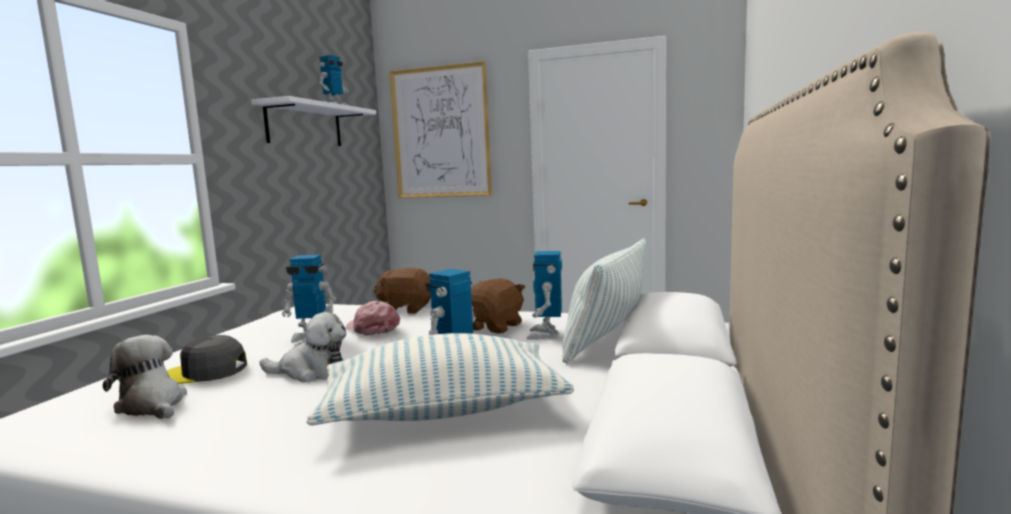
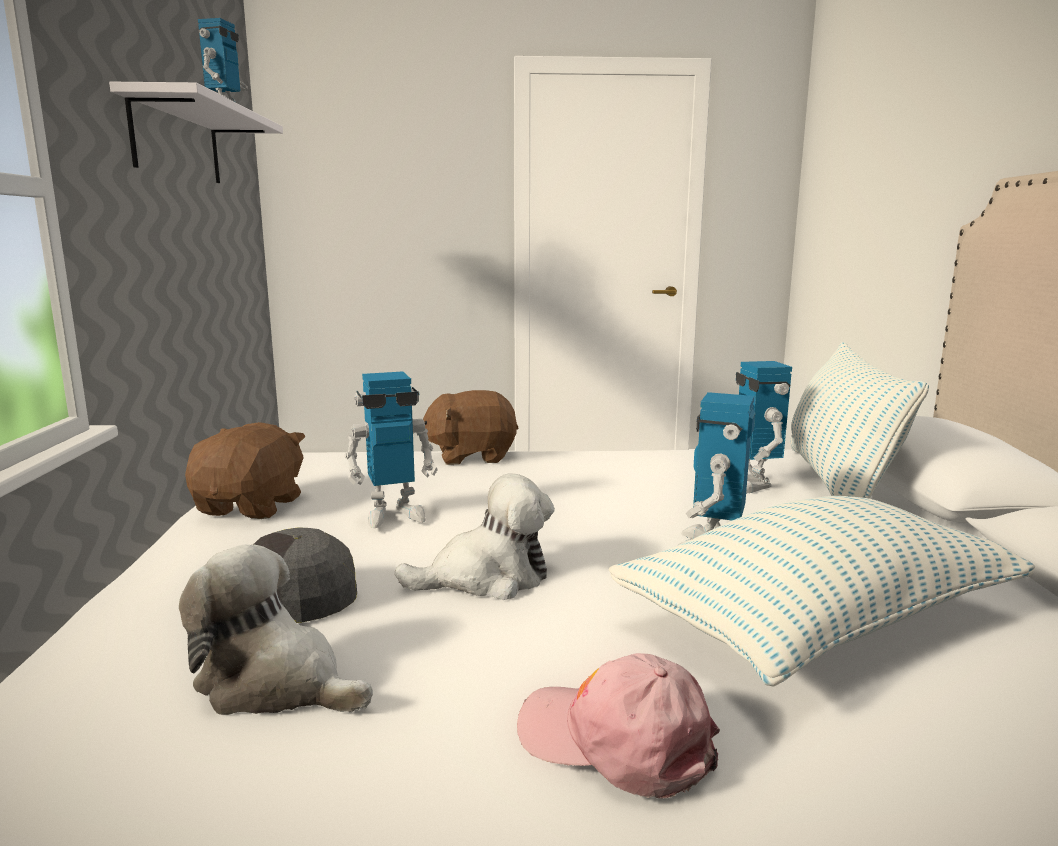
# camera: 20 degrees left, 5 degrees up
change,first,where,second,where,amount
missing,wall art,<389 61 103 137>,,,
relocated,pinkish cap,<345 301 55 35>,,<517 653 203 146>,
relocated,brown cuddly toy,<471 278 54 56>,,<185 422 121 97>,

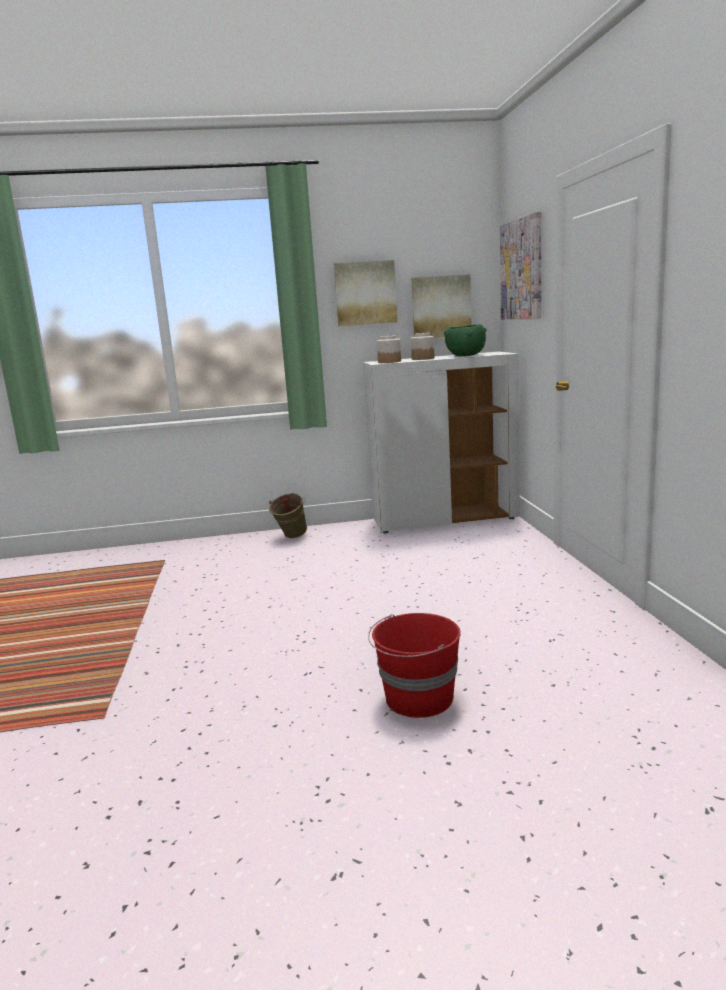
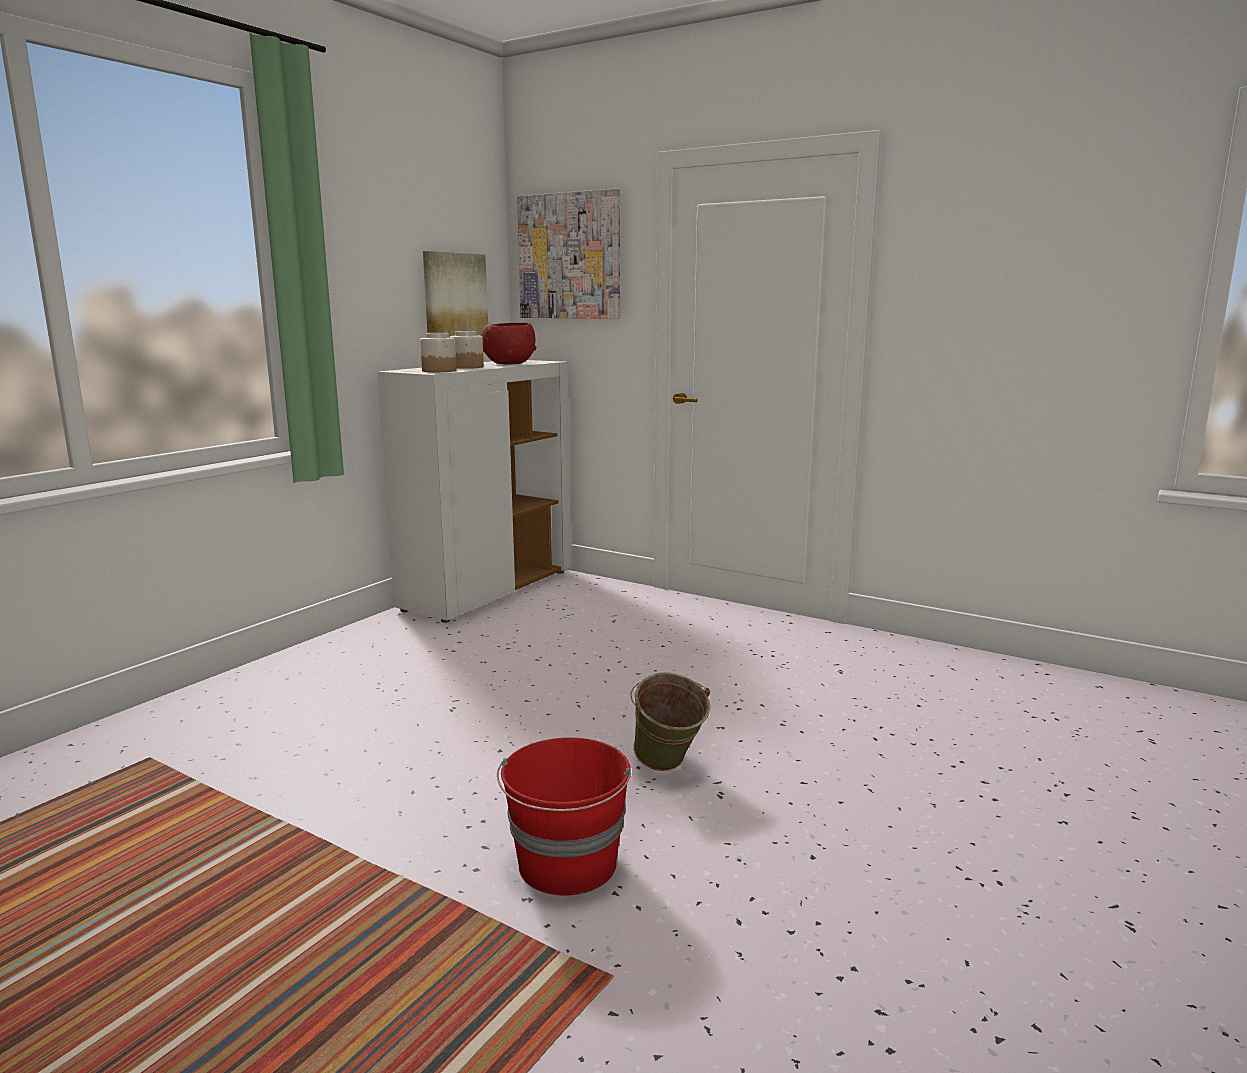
# camera: 50 degrees left, 0 degrees up
change,first,where,second,where,amount
missing,wall art,<334 260 63 66>,,,
relocated,greenish water bucket,<269 493 38 45>,,<630 672 81 99>,
relocated,red-coloured water bucket,<368 613 93 105>,,<497 737 134 158>,
colour,greenish deep dish,<444 324 43 32>,red-coloured deep dish,<481 323 55 41>,

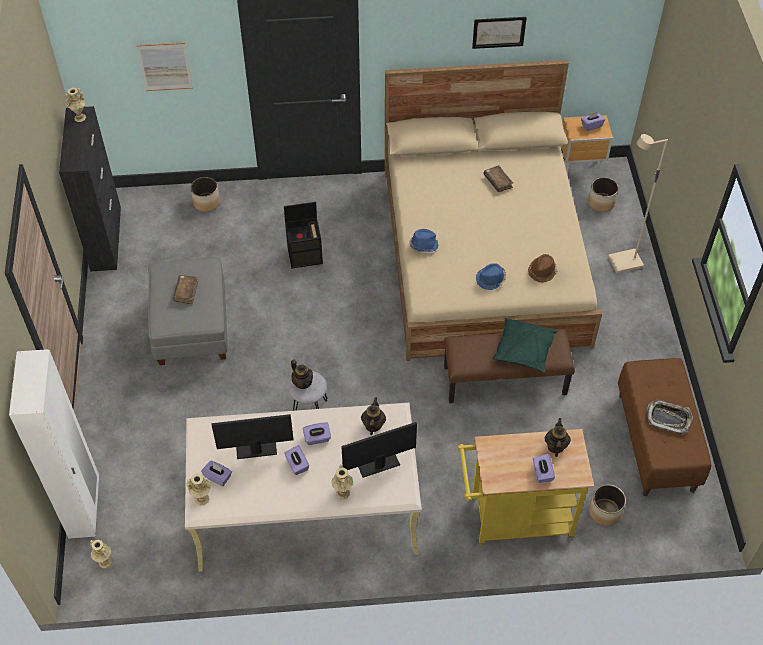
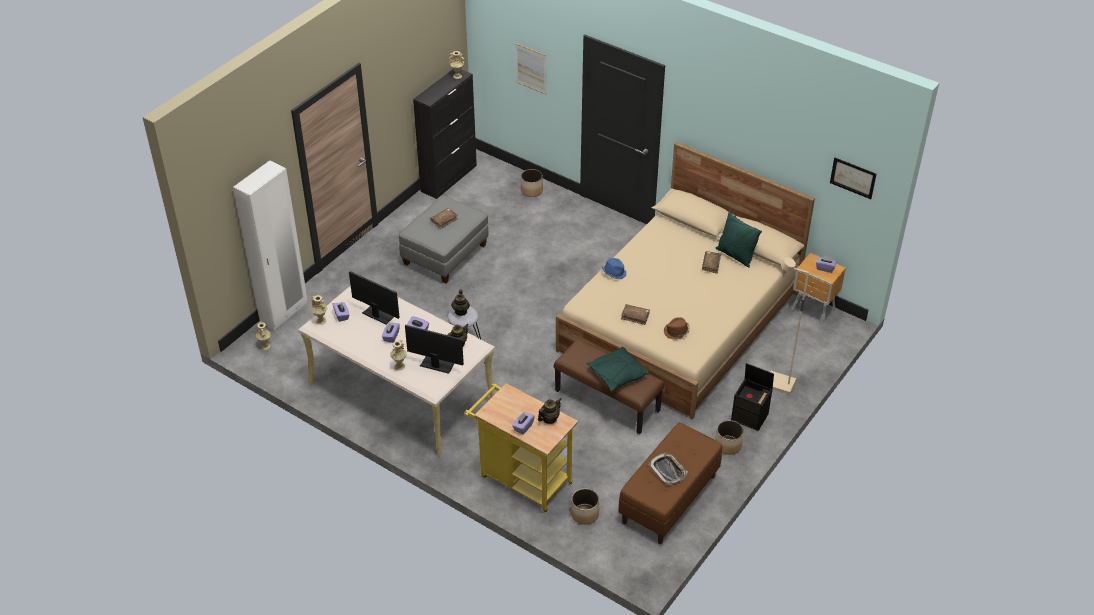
# camera: 40 degrees right, 10 degrees down
change,first,where,second,where,amount
appeared,,,greenish pillow,<716 212 46 56>,
relocated,black-coloured storage container,<284 202 39 66>,,<731 363 43 68>,
relocated,wall art,<472 17 55 32>,,<830 158 46 41>,
relocated,planter,<588 177 30 35>,,<715 420 29 35>,
exchanged,bluish hat,<476 263 30 27>,brown volume,<621 304 29 21>,

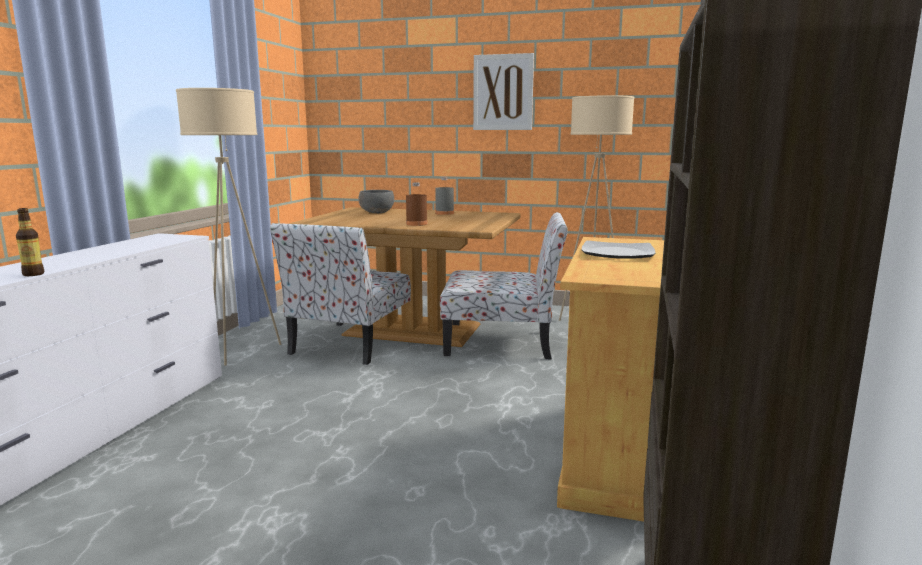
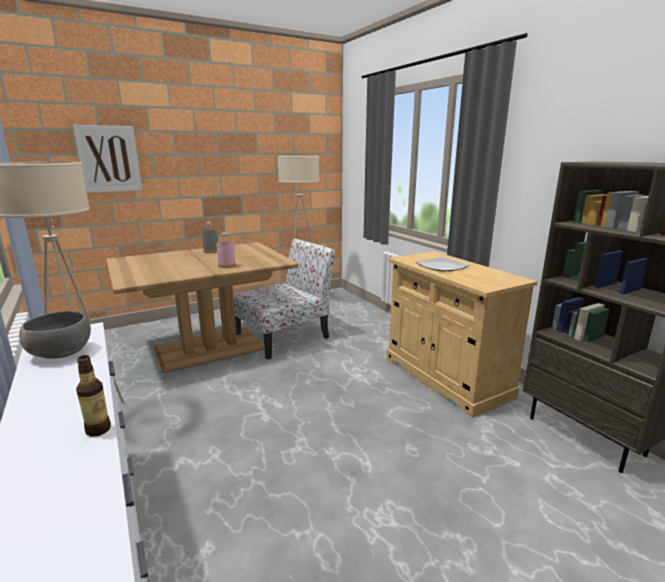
# camera: 45 degrees left, 5 degrees up
change,first,where,second,where,amount
missing,plain chair,<270 223 141 142>,,,
relocated,greyish deep dish,<358 190 36 23>,,<19 311 72 48>,
relocated,wall art,<473 53 61 77>,,<73 125 69 68>,
colour,brown drink bottle,<406 183 22 43>,pinkish drink bottle,<217 233 19 35>,

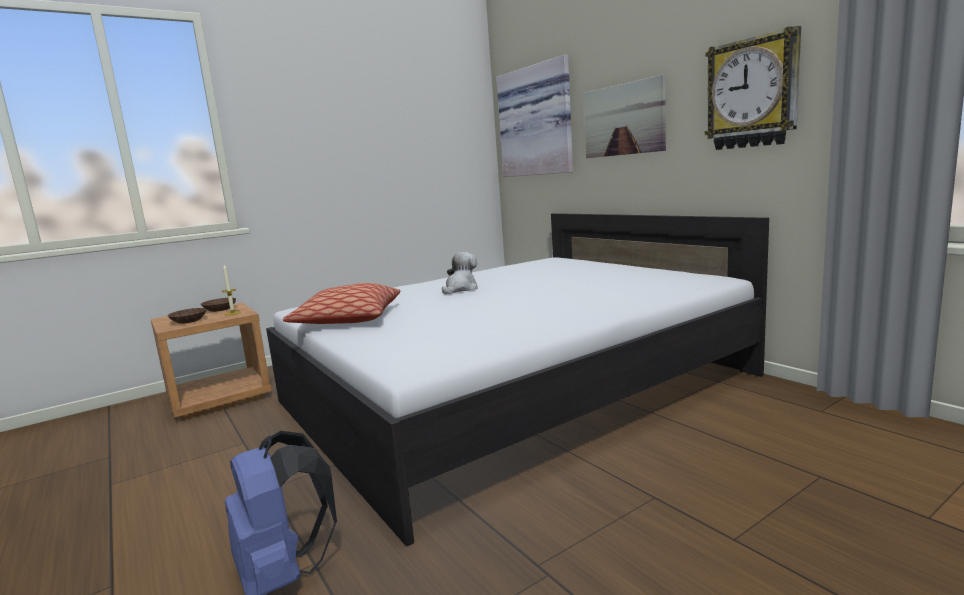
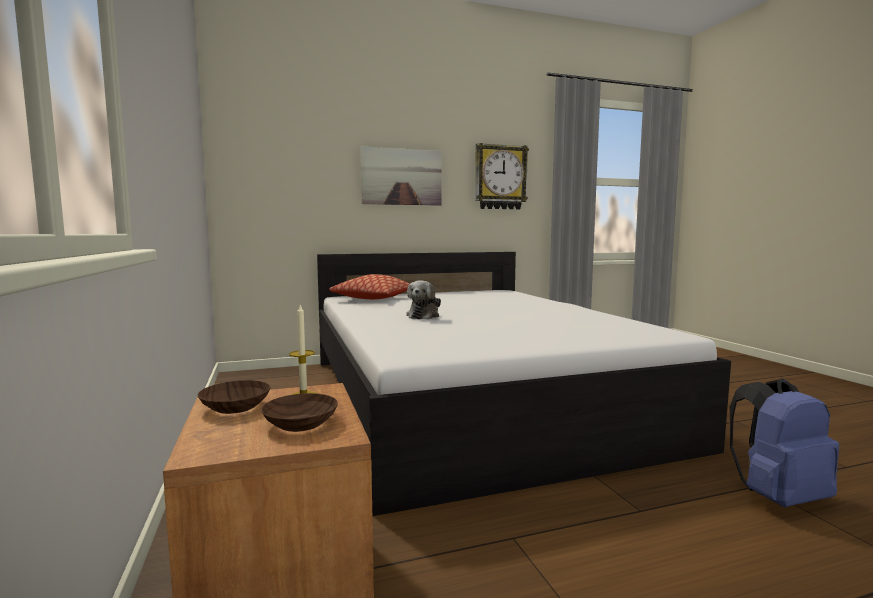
# camera: 75 degrees left, 5 degrees down
change,first,where,second,where,amount
missing,wall art,<497 55 76 122>,,,
relocated,pillow,<283 283 118 41>,,<329 274 81 25>,
spun,cuddly toy,<442 252 36 42>,,<406 280 35 40>,120 degrees counterclockwise

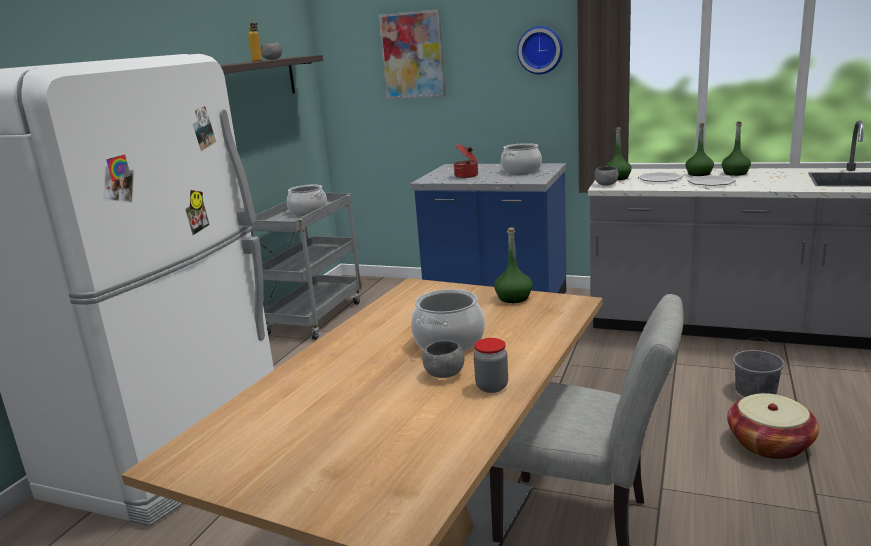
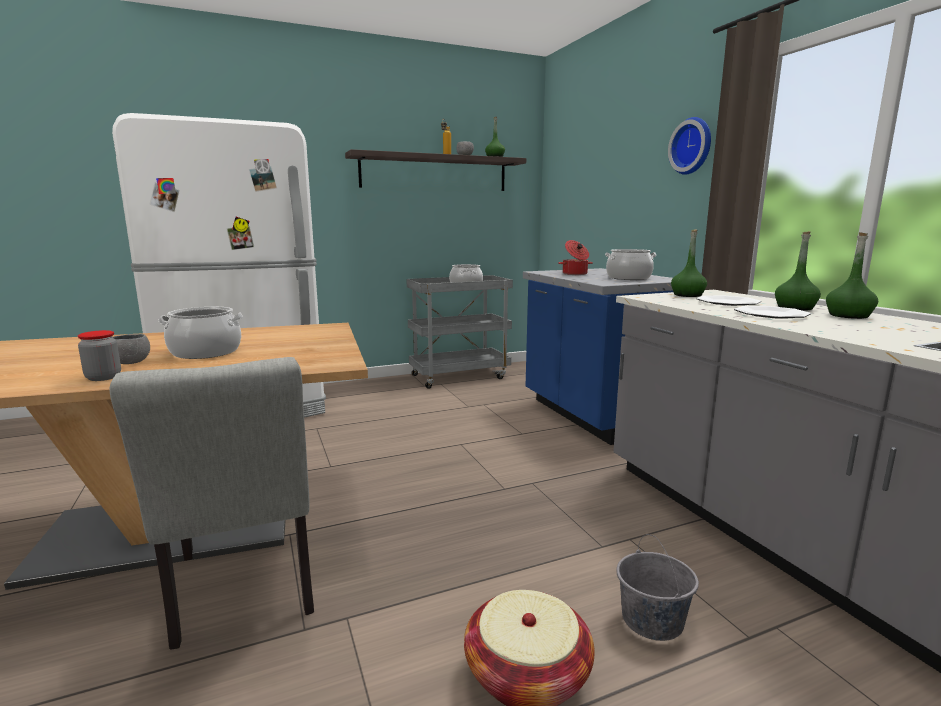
# camera: 45 degrees right, 5 degrees down
change,first,where,second,where,amount
missing,wall art,<379 9 66 90>,,,
missing,greyish deep dish,<594 166 24 20>,,,
relocated,greenish drink bottle,<494 227 39 76>,,<485 117 20 40>,

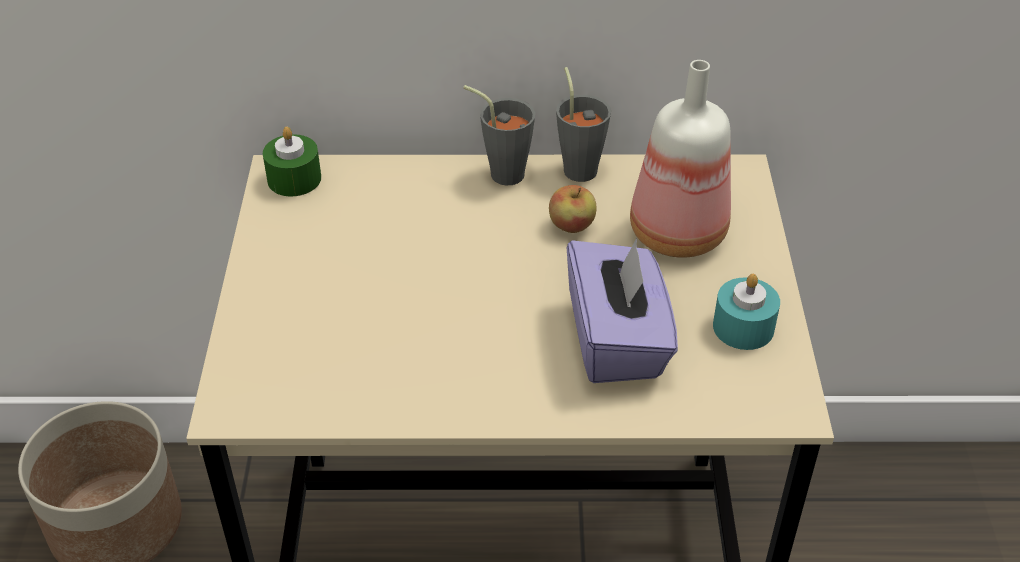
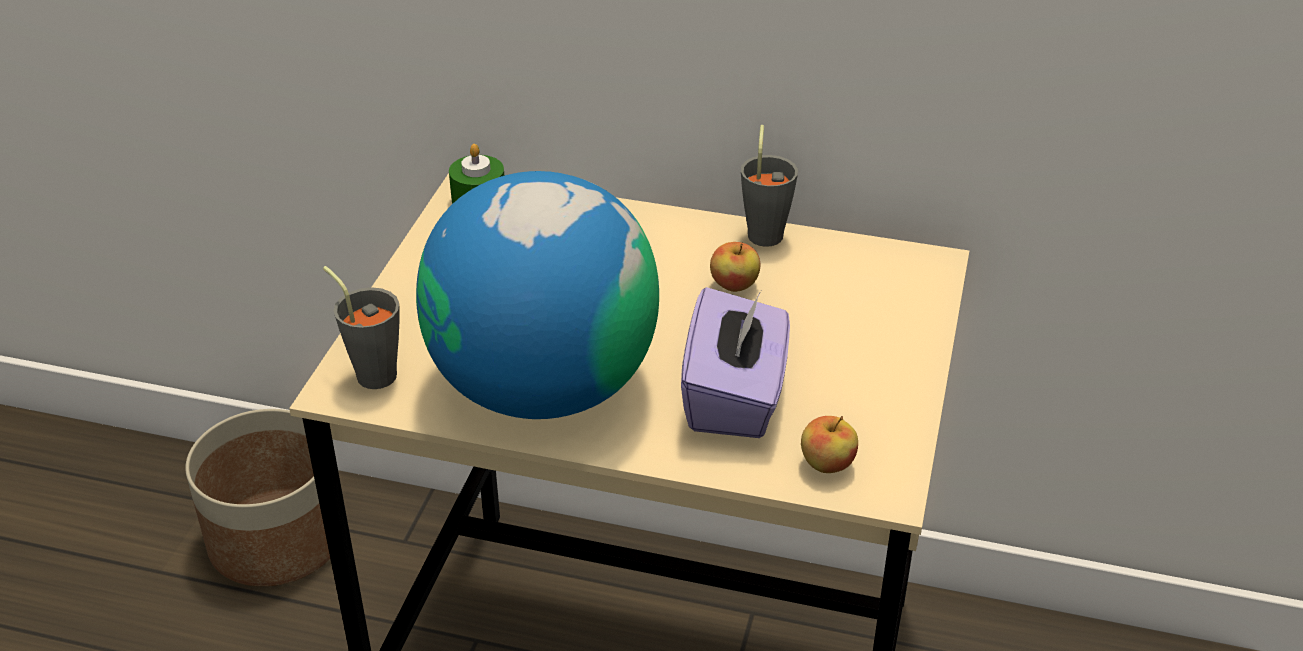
# camera: 15 degrees right, 5 degrees down
change,first,where,second,where,amount
missing,drink bottle,<630 60 101 198>,,,
missing,turquoise-coloured candle,<713 274 67 76>,,,
appeared,,,globe,<416 171 243 248>,
appeared,,,apple fruit,<801 416 57 57>,
relocated,greyish small cup,<463 85 72 100>,,<323 266 76 123>,

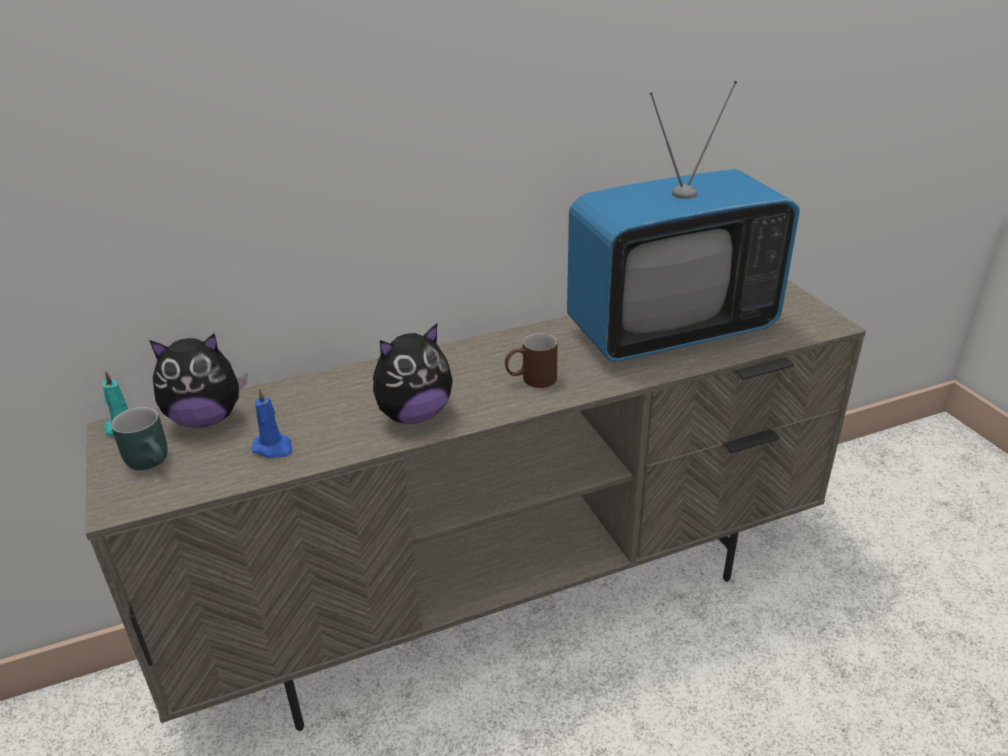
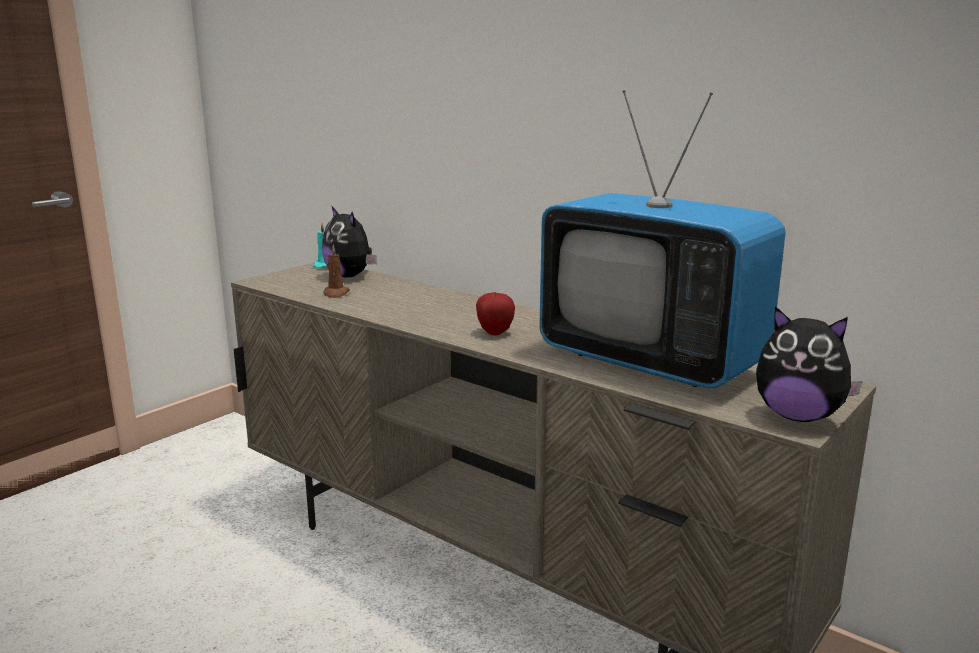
# camera: 60 degrees right, 15 degrees down
change,first,where,second,where,amount
missing,turquoise-coloured tea mug,<111 407 56 63>,,,
relocated,cuddly toy,<373 324 80 100>,,<756 306 106 116>,
exchanged,brown tea mug,<505 333 53 55>,apple fruit,<476 291 39 44>,
colour,bluish candle,<251 388 41 70>,brown candle,<323 245 27 53>,

